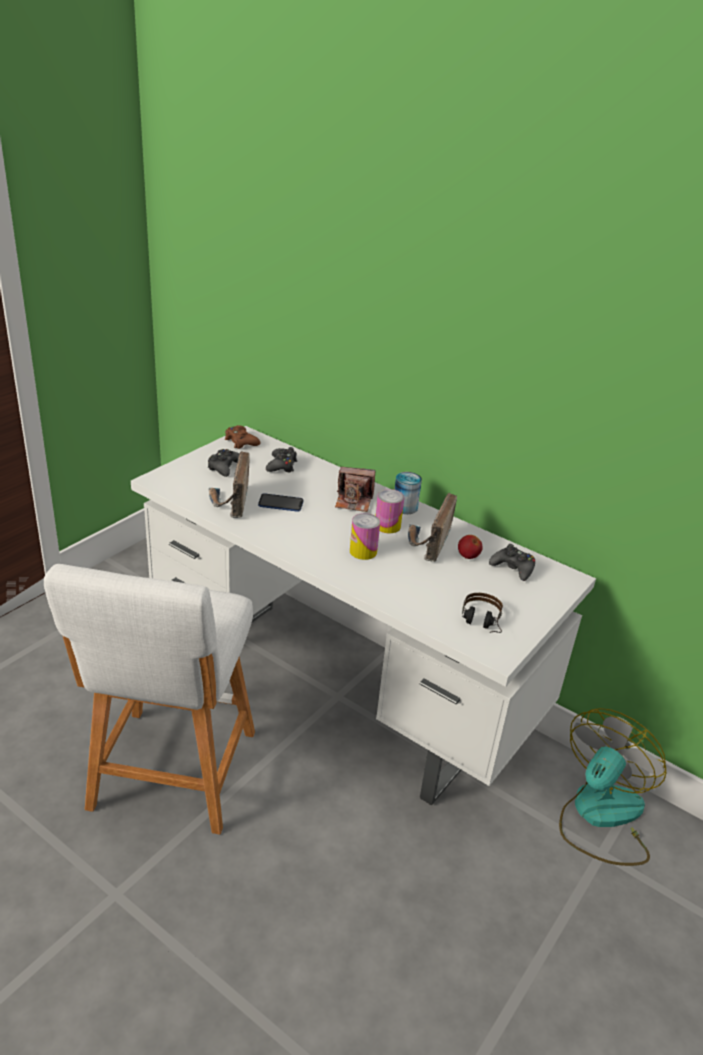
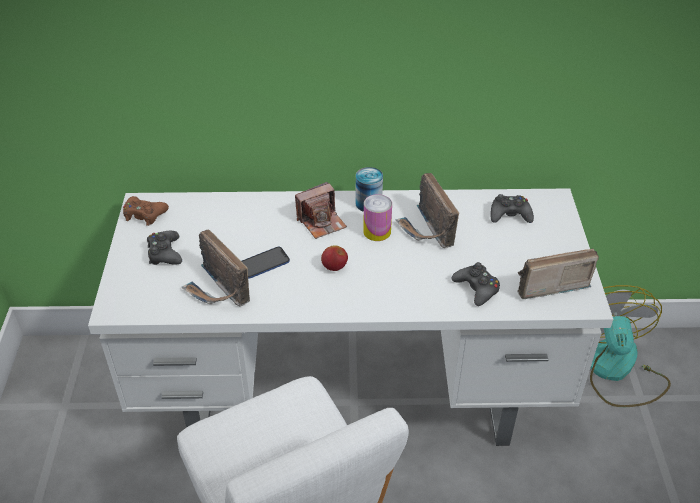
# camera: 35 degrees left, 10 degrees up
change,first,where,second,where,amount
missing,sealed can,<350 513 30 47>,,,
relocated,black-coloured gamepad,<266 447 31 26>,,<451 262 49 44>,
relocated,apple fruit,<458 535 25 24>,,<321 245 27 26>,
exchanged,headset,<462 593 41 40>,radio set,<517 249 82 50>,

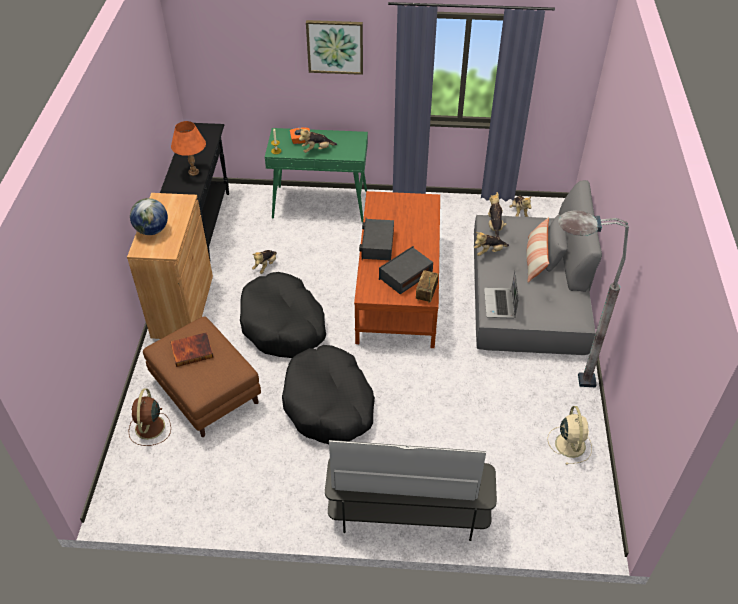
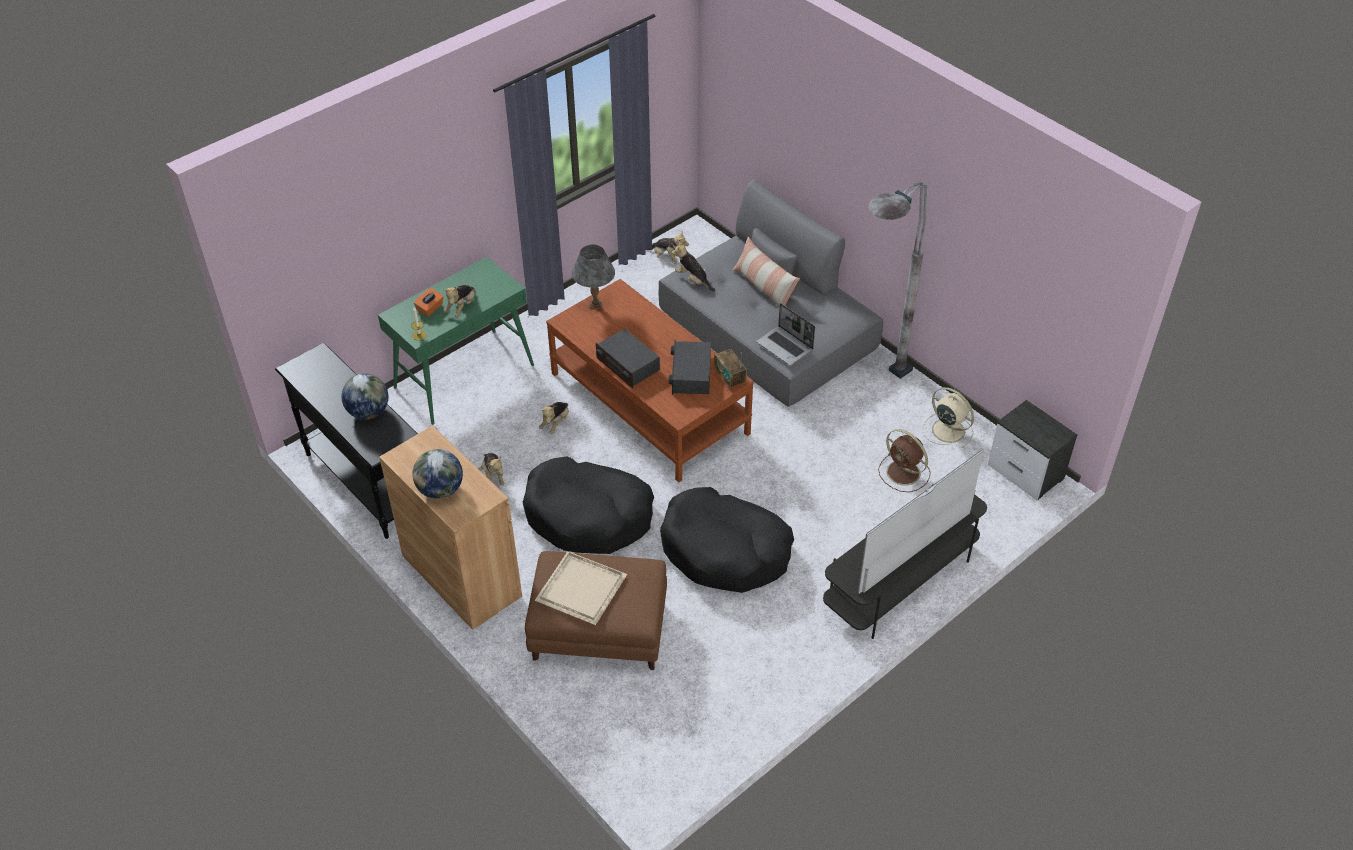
# camera: 45 degrees left, 0 degrees up
change,first,where,second,where,amount
missing,wall art,<306 20 57 55>,,,
appeared,,,greyish lamp for a table,<572 244 43 66>,
appeared,,,night table,<988 400 90 100>,
relocated,brown electric fan,<128 389 43 57>,,<878 429 52 63>,
relocated,cuddly toy,<474 232 35 24>,,<539 402 30 32>,
exchanged,volume,<170 332 43 35>,sand-coloured carrying tray,<534 551 93 74>,
exchanged,orange-coloured lamp for a table,<171 121 35 55>,globe,<342 373 46 47>,

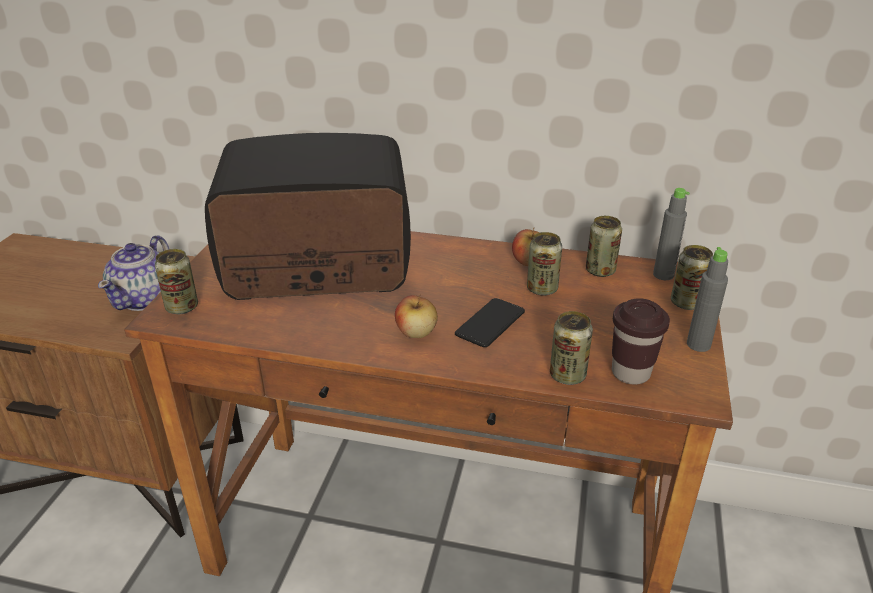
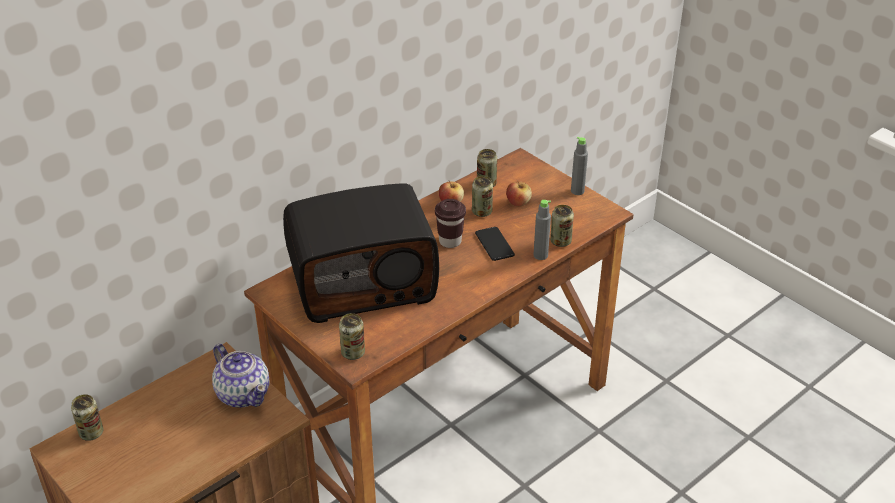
# camera: 55 degrees left, 5 degrees up
change,first,where,second,where,amount
relocated,apple fruit,<395 295 43 43>,,<506 180 26 27>,
relocated,brown small cup,<612 298 58 87>,,<435 199 31 49>,
relocated,greyish drink bottle,<653 188 37 92>,,<534 200 17 60>,
relocated,sealed can,<671 245 42 65>,,<71 394 32 47>,
spun,radio set,<205 133 206 167>,,<283 183 156 140>,135 degrees counterclockwise

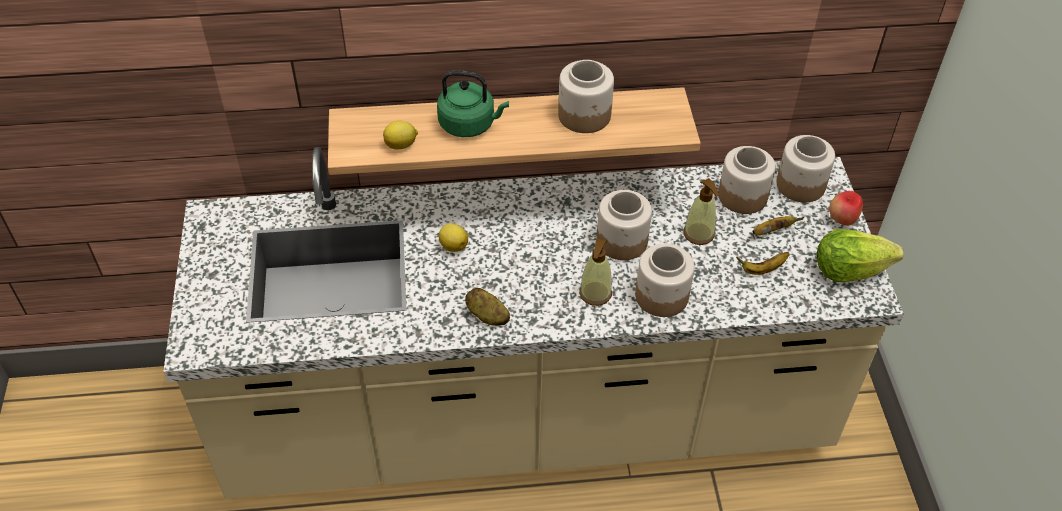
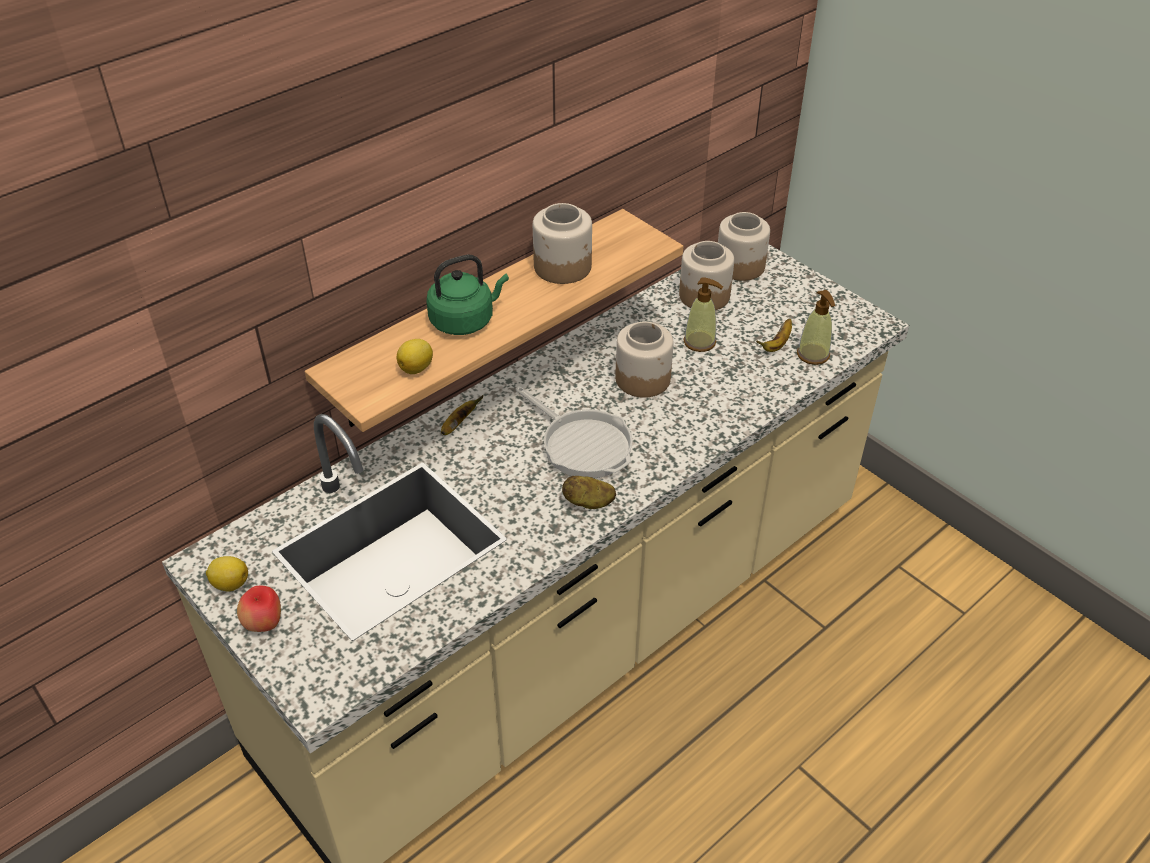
# camera: 35 degrees left, 5 degrees down
change,first,where,second,where,amount
missing,preserve jar,<635 244 60 73>,,,
missing,head of lettuce,<817 229 87 53>,,,
appeared,,,pan,<516 387 117 91>,
relocated,citrus fruit,<439 223 29 29>,,<206 556 42 35>,
relocated,soap dispenser,<579 238 33 68>,,<797 290 38 75>,
relocated,whole banana,<752 216 52 19>,,<441 395 42 40>,
relocated,apple fruit,<829 191 34 35>,,<237 586 44 46>,

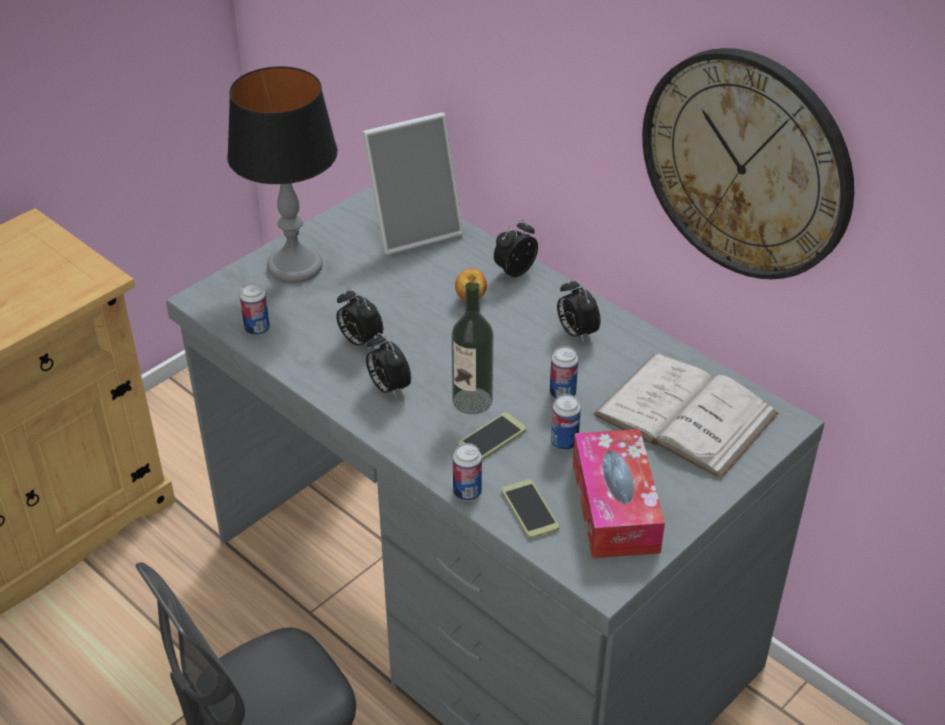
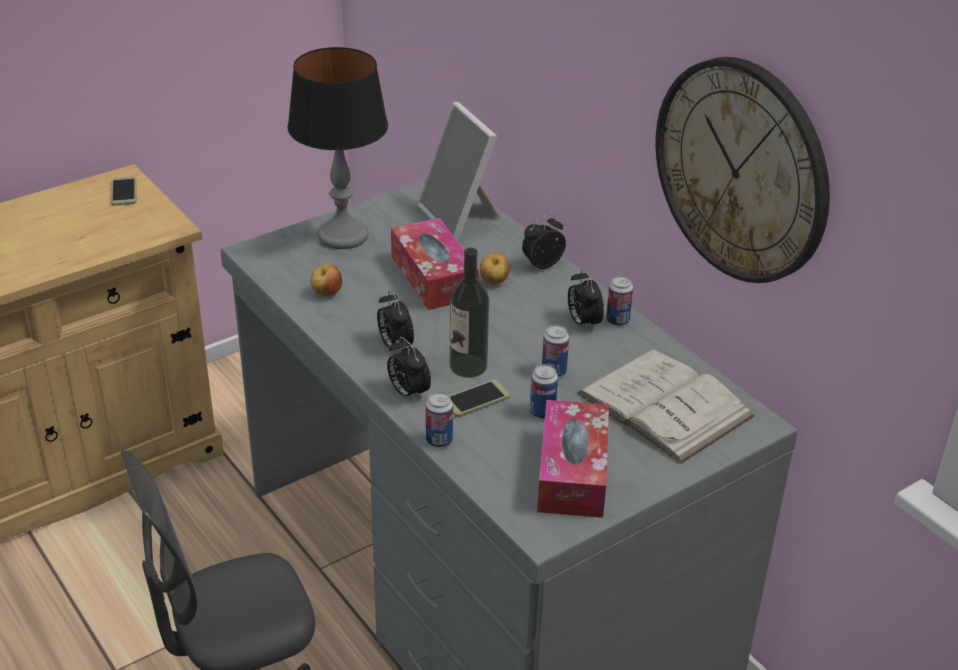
# camera: 10 degrees right, 5 degrees down
change,first,where,second,where,amount
appeared,,,apple fruit,<311 264 31 32>,
appeared,,,tissue box,<391 218 88 92>,
relocated,sealed can,<240 283 30 52>,,<606 276 27 50>,
relocated,table clock,<336 288 47 62>,,<387 337 44 65>,
relocated,telephone,<502 479 57 60>,,<111 176 25 30>,
spun,picture frame,<362 112 102 143>,,<418 102 81 139>,75 degrees clockwise

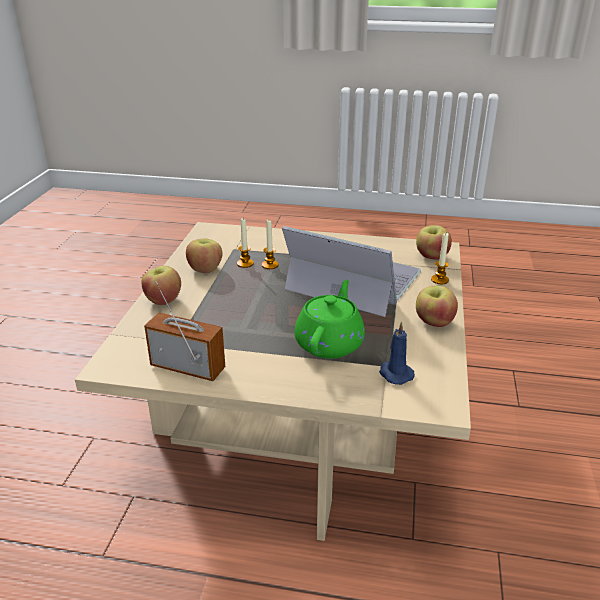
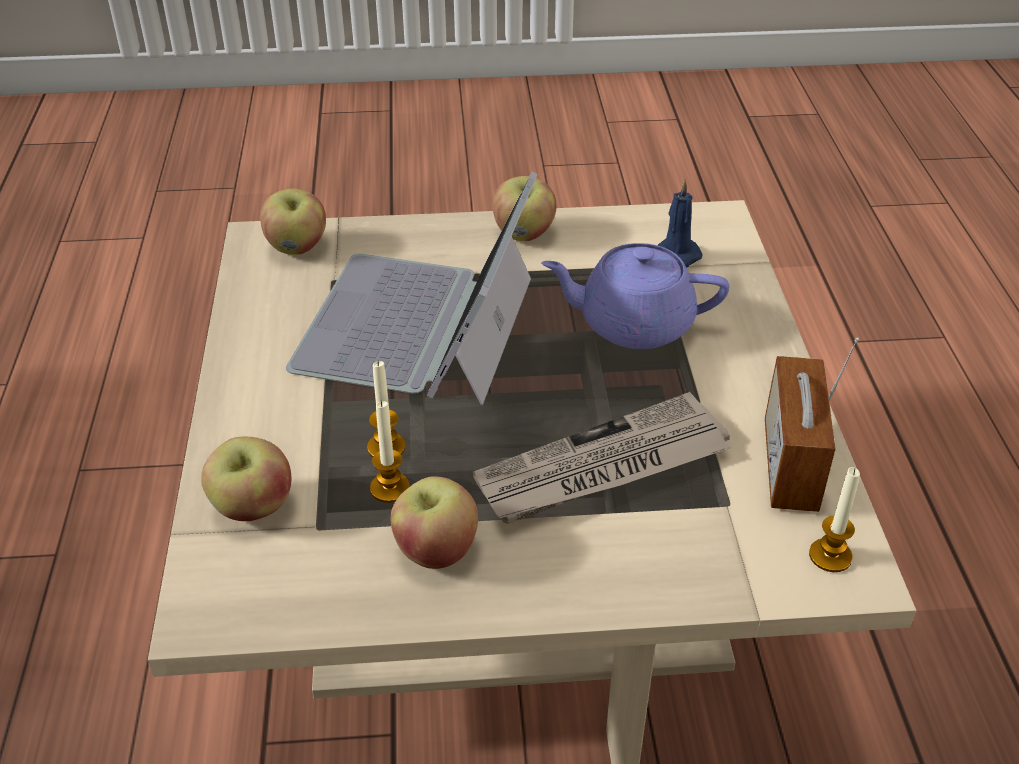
# camera: 105 degrees left, 10 degrees up
change,first,where,second,where,amount
appeared,,,printed paper,<473 392 257 132>,
relocated,apple fruit,<142 266 39 39>,,<201 436 91 85>,
relocated,candle,<431 233 18 51>,,<809 467 51 105>,
colour,greenish tea pot,<294 280 71 79>,purplish tea pot,<541 243 188 106>,

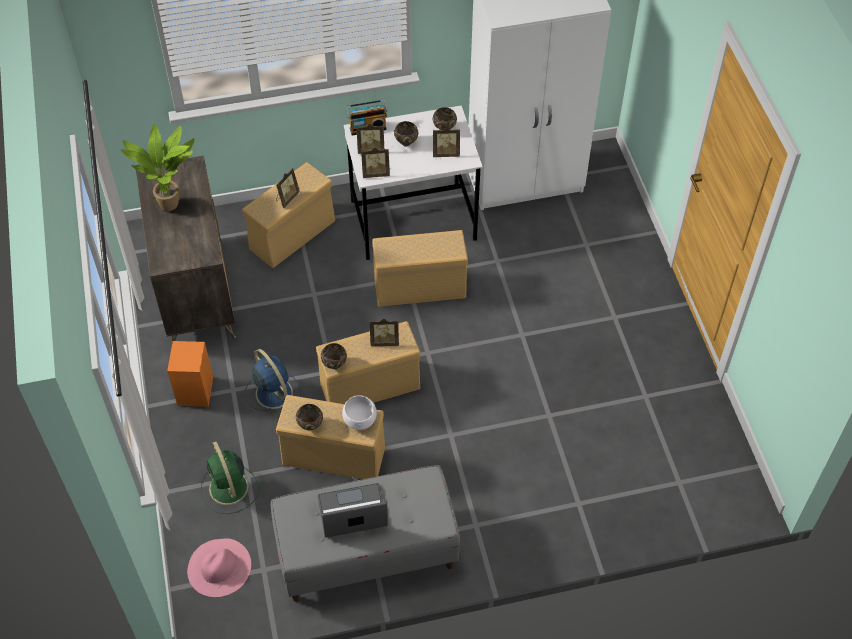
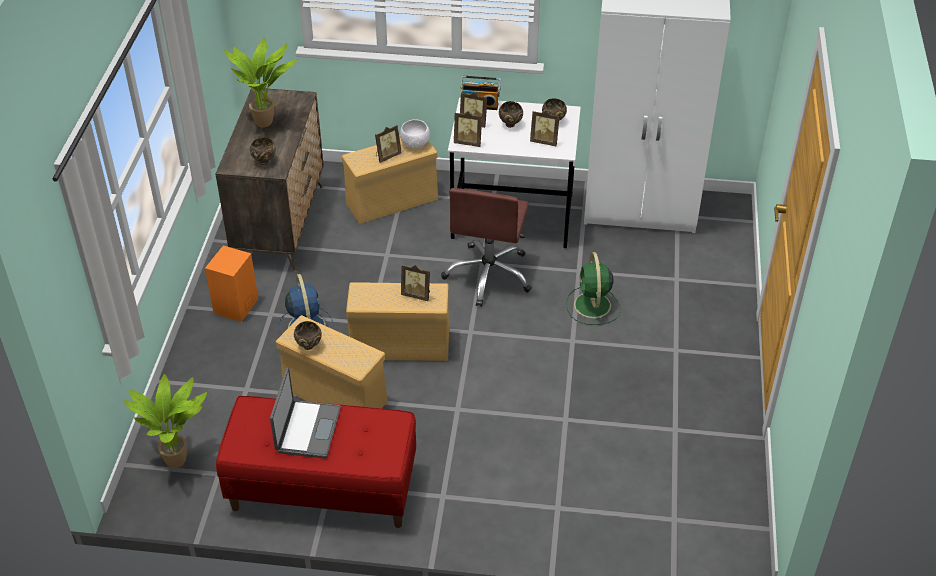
# camera: 20 degrees right, 10 degrees down
change,first,where,second,where,amount
relocated,greenish electric fan,<201 442 58 72>,,<566 252 55 73>,
relocated,brown deep dish,<321 343 26 27>,,<250 138 26 27>,
relocated,white deep dish,<342 395 35 35>,,<400 119 30 29>,
exchanged,pinkish hat,<187 538 64 59>,potted plant,<124 374 83 94>,
exchanged,sand-coloured storage container,<372 230 96 77>,brown office chair,<441 188 91 119>,
colour,greyish bench,<271 465 189 137>,red-coloured bench,<216 396 200 132>,
spun,portable computer,<317 483 71 55>,,<270 368 71 90>,90 degrees clockwise

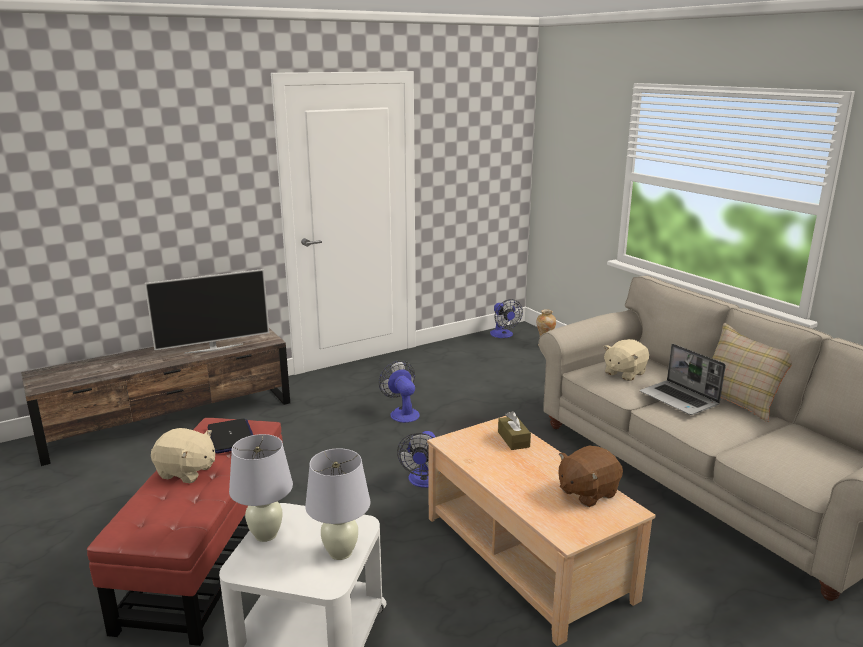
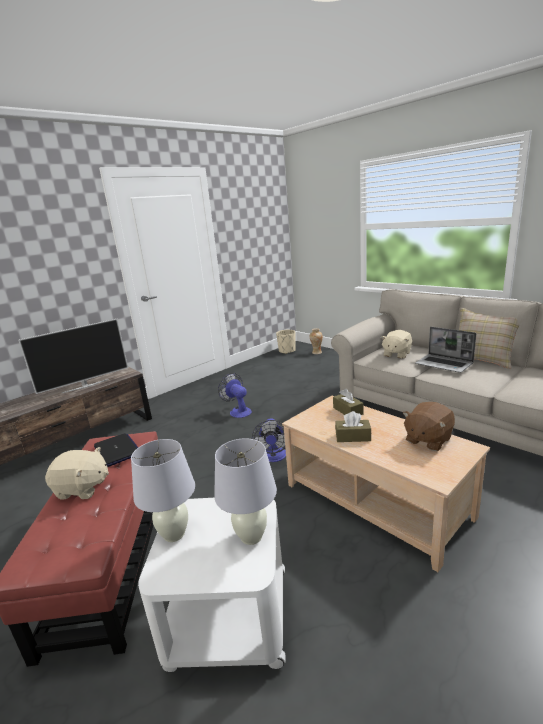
# camera: 10 degrees left, 0 degrees up
change,first,where,second,where,amount
appeared,,,brown tissue box,<335 411 36 31>,
exchanged,electric fan,<490 299 33 39>,sand-coloured planter,<276 330 20 24>,

